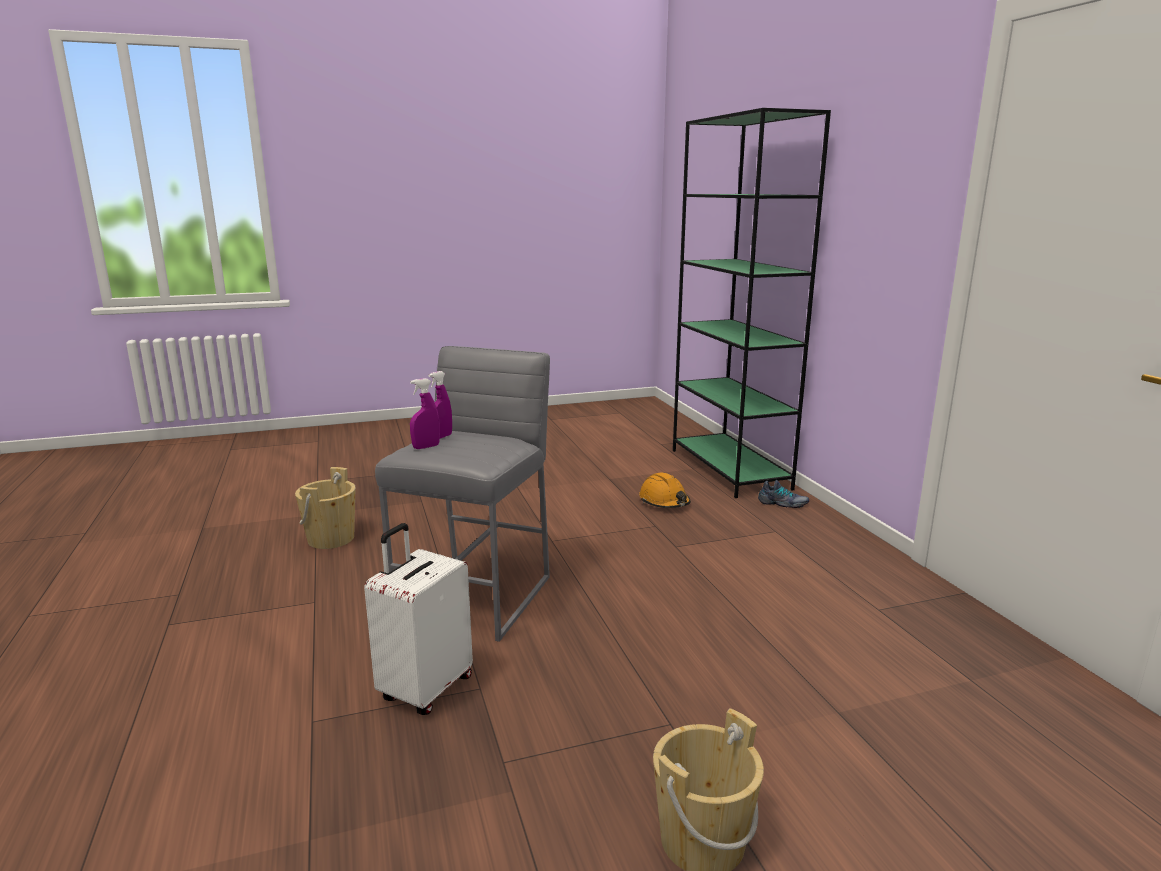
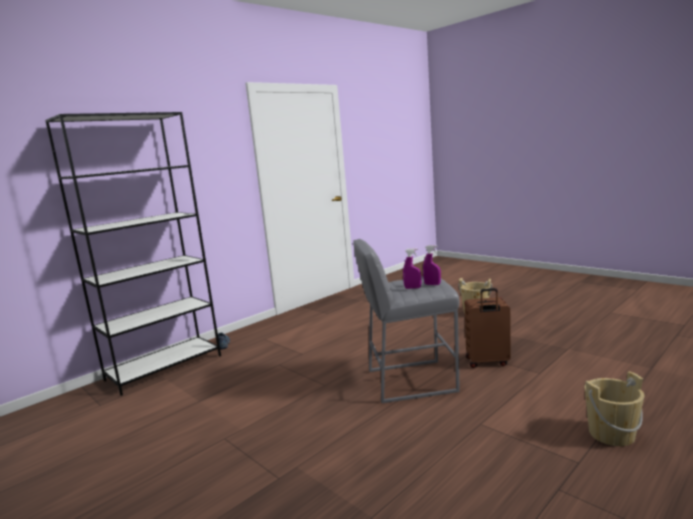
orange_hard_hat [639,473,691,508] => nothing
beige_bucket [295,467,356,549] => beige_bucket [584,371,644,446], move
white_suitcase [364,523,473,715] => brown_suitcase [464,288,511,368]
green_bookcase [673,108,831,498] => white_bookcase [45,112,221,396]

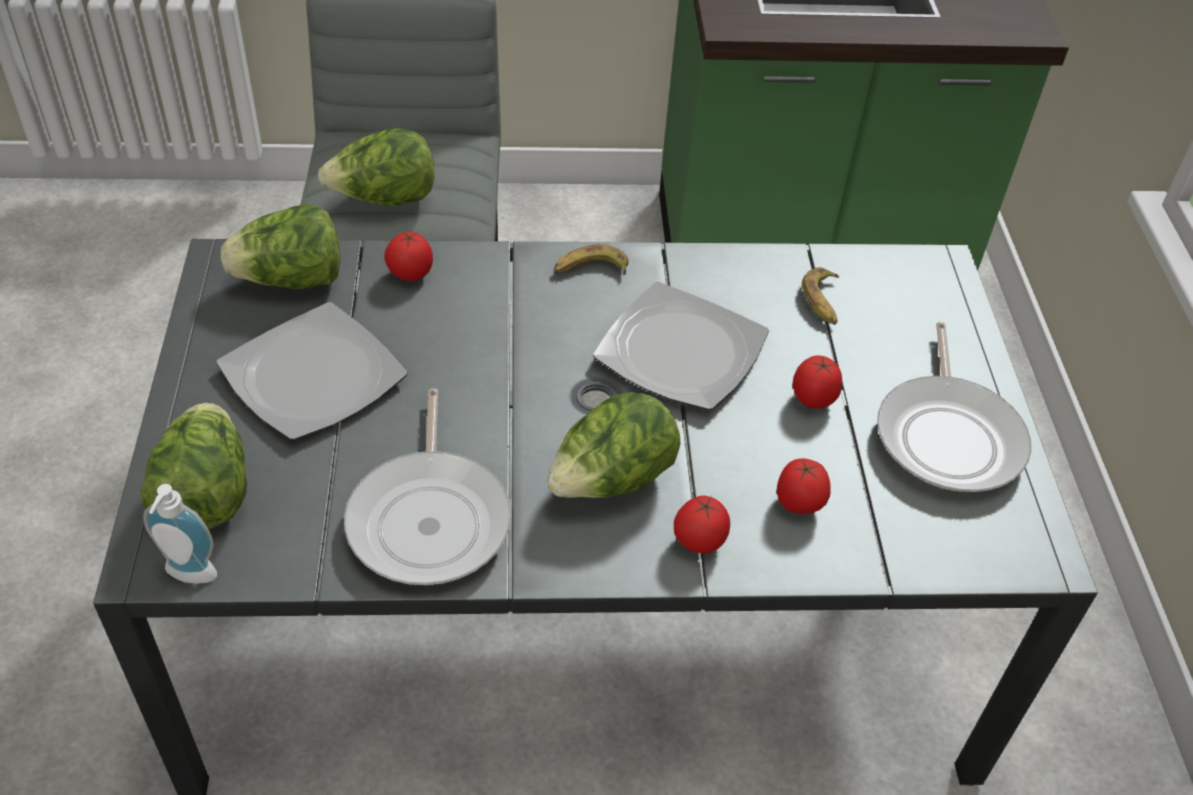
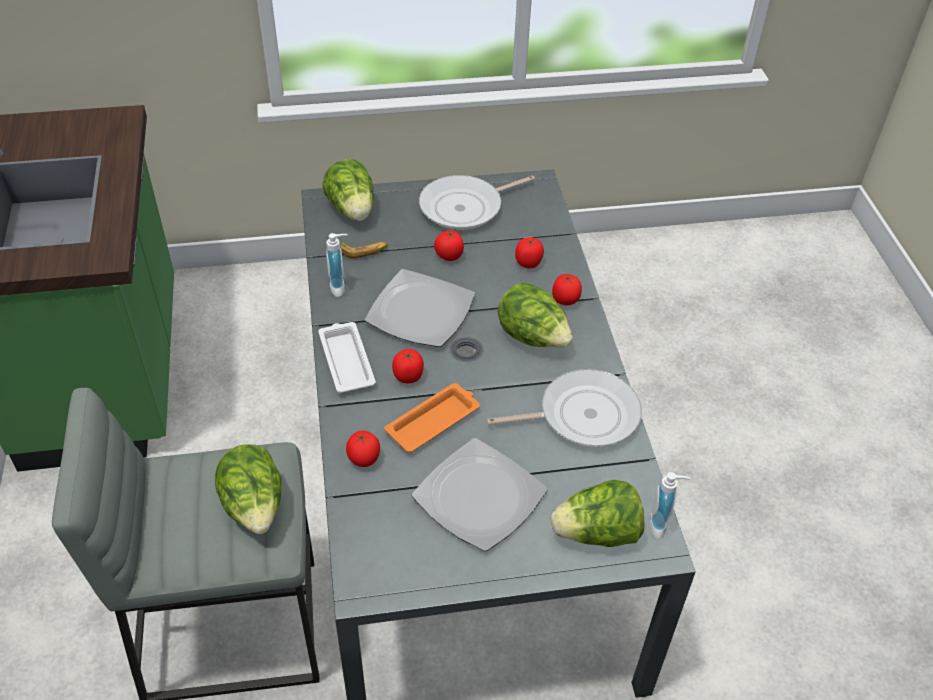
nothing => soap_dispenser [326,233,347,297]
nothing => orange_tray [384,383,480,453]
nothing => tomato [392,349,424,383]
lettuce [221,204,340,289] => lettuce [322,159,374,221], move
banana [554,244,629,275] => white_tray [318,322,376,393]
frying_pan [877,322,1031,492] => frying_pan [419,175,535,230], 150 degrees clockwise

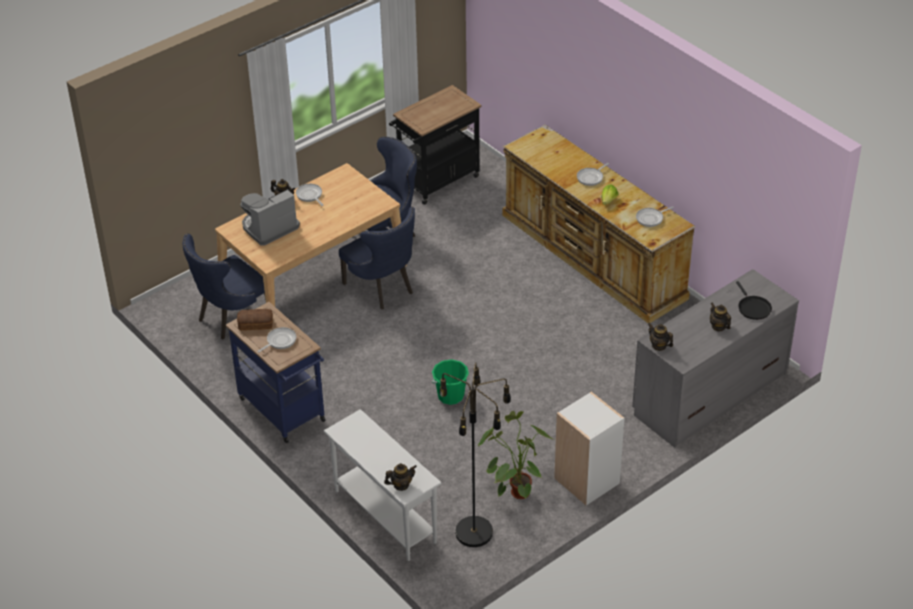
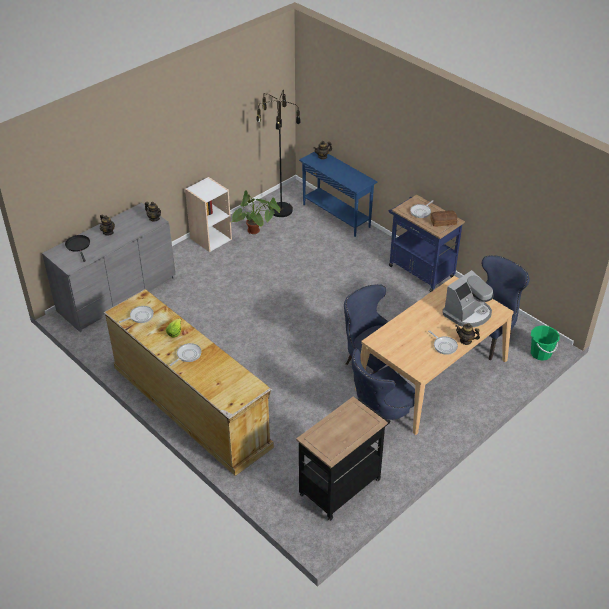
green_bucket [432,359,469,405] => green_bucket [531,325,560,361], move
white_console_table [323,409,442,561] => blue_console_table [299,151,377,237]

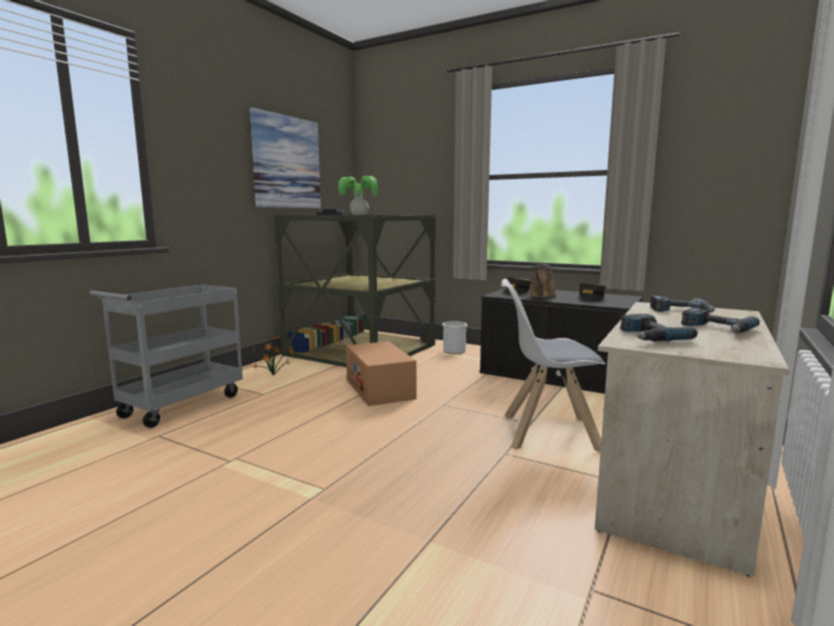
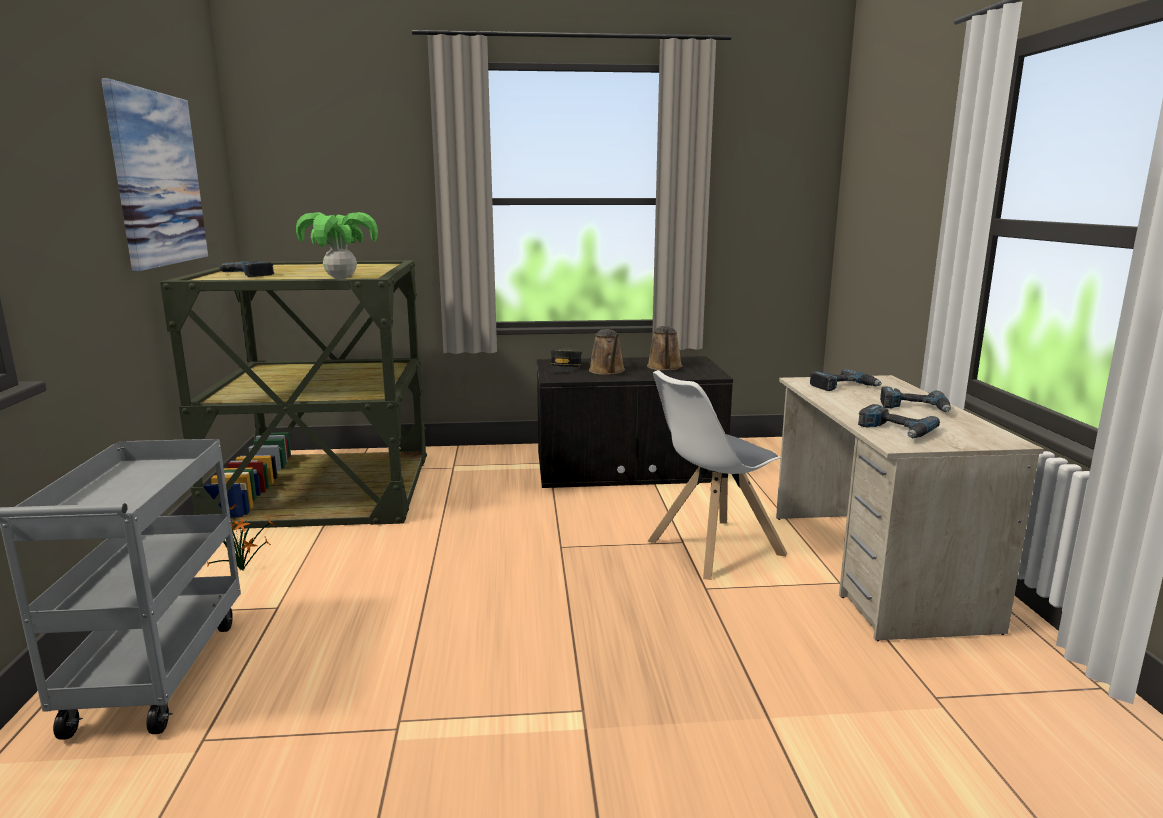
cardboard_box [346,341,416,406] => nothing
bucket [442,321,467,354] => nothing
grey_cap [577,283,606,300] => brown_watering_can [647,326,683,371]

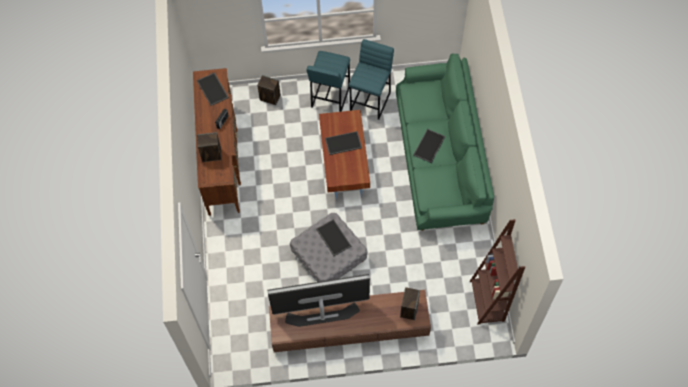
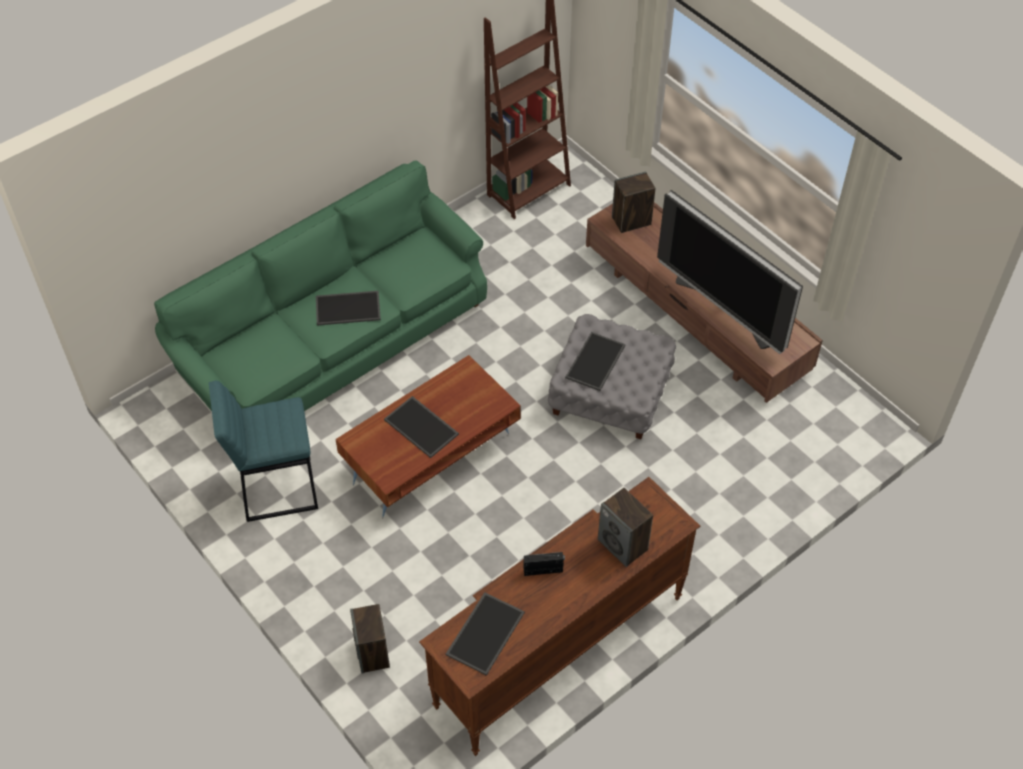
turquoise_stool [306,51,350,112] => nothing

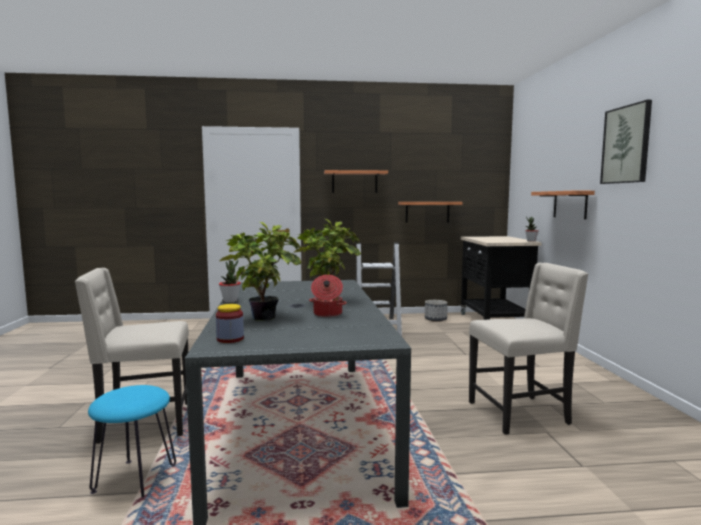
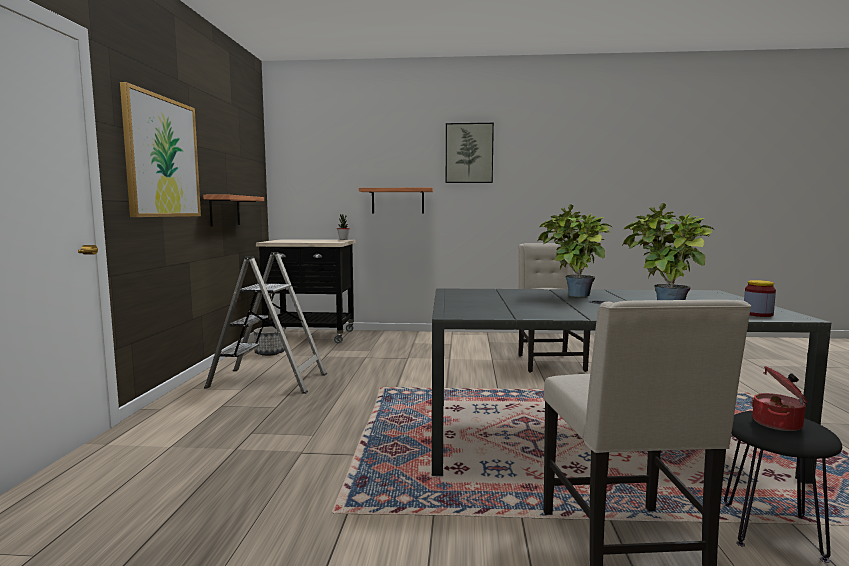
potted_plant [219,260,241,302] => nothing
cooking_pot [309,275,347,317] => cooking_pot [751,366,808,431], move
shelf [324,170,388,193] => picture [120,82,201,217]
turquoise_stool [88,385,176,498] => black_stool [724,411,842,563]

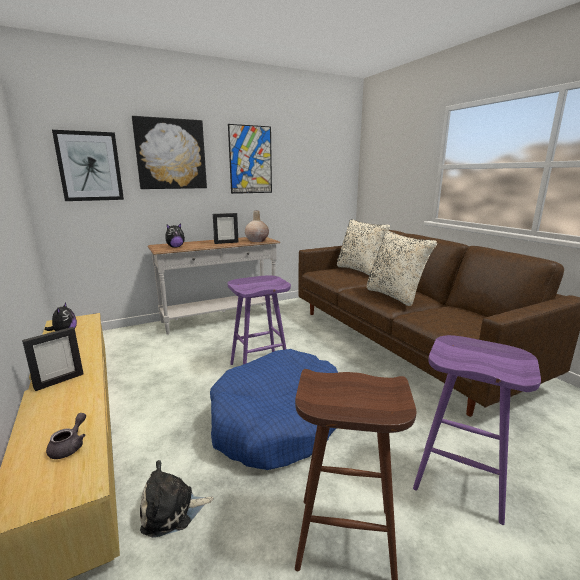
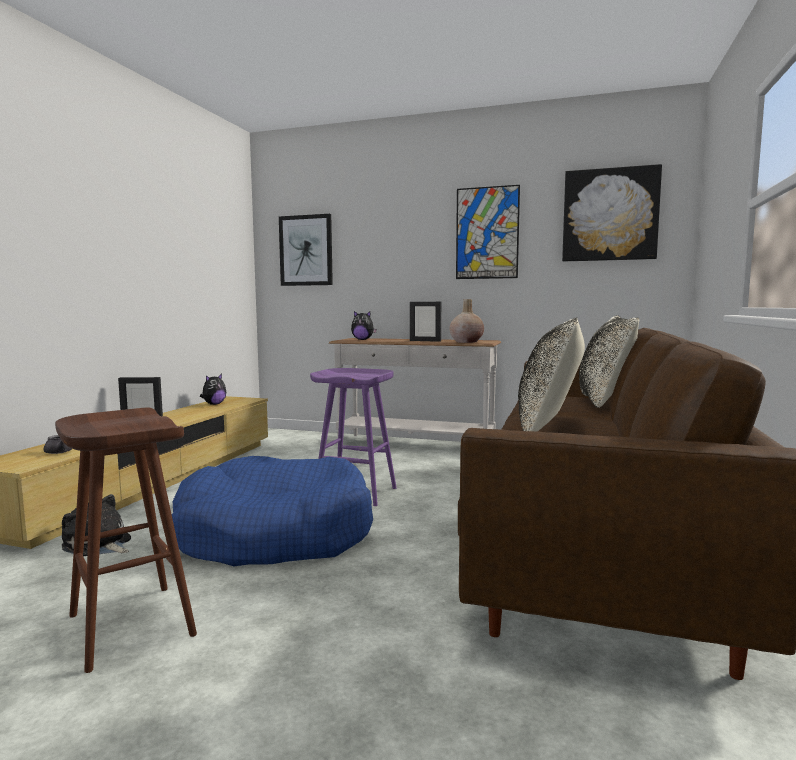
purple_stool [413,335,541,525] => nothing
picture [132,116,207,189] => picture [562,164,662,261], move

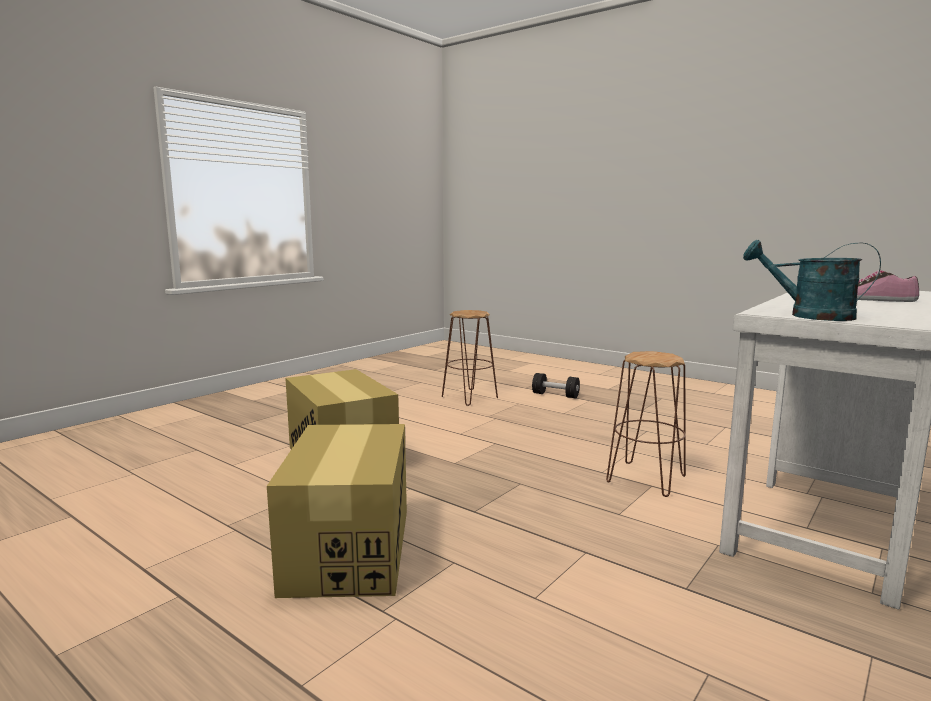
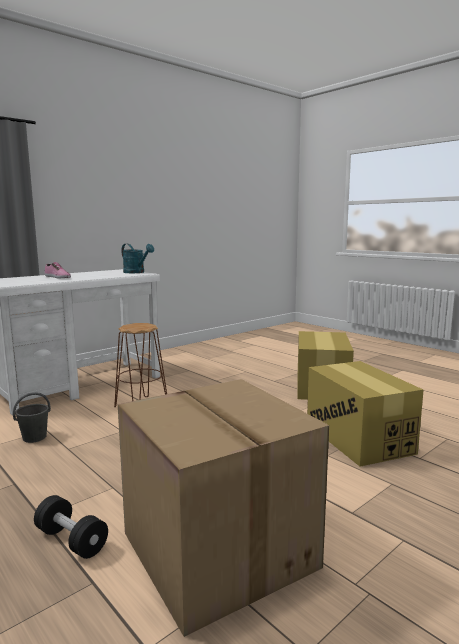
nothing => grey_bucket [13,392,51,443]
brown_stool [442,310,498,406] => cardboard_box [118,379,329,637]

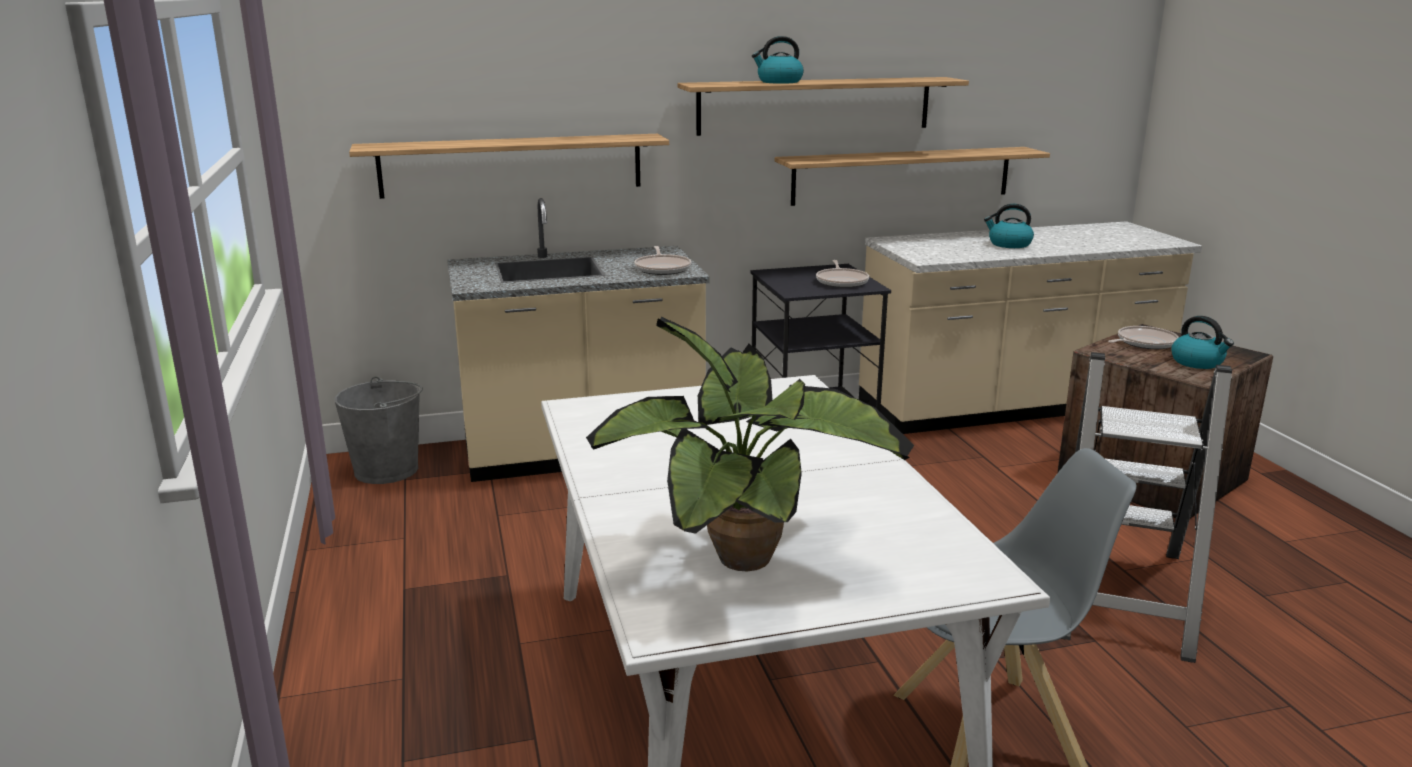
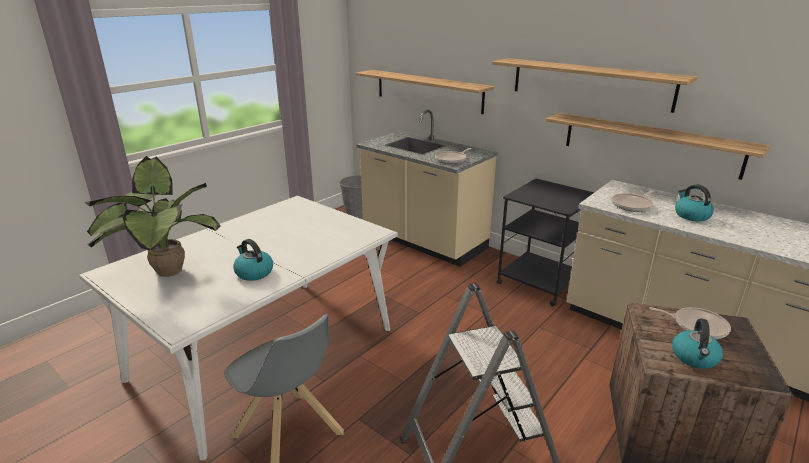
kettle [752,36,804,84] => kettle [233,239,273,281], move
frying_pan [816,260,869,288] => frying_pan [611,190,655,212], move

